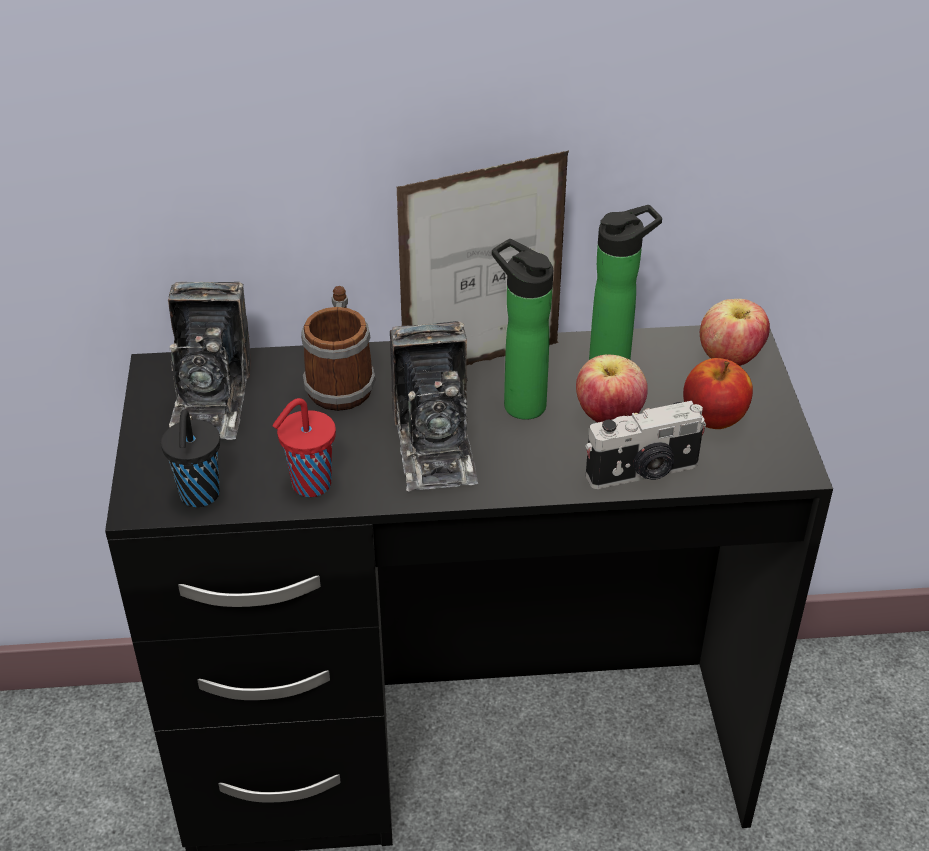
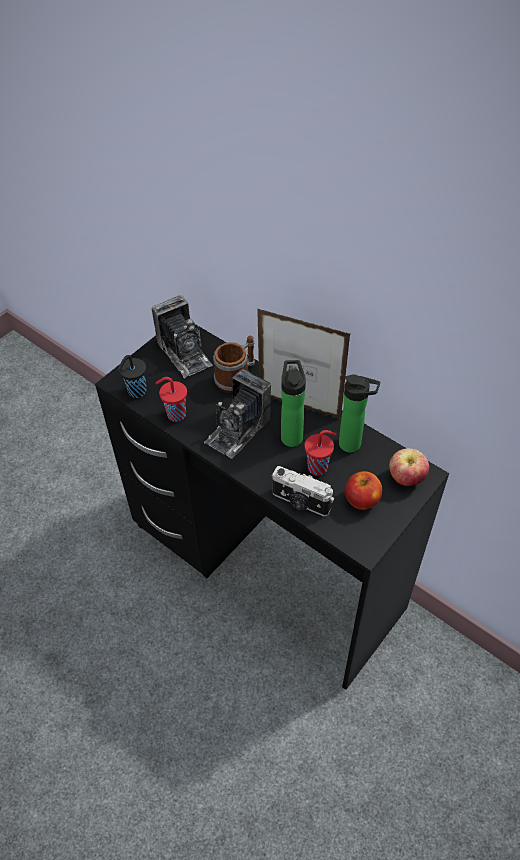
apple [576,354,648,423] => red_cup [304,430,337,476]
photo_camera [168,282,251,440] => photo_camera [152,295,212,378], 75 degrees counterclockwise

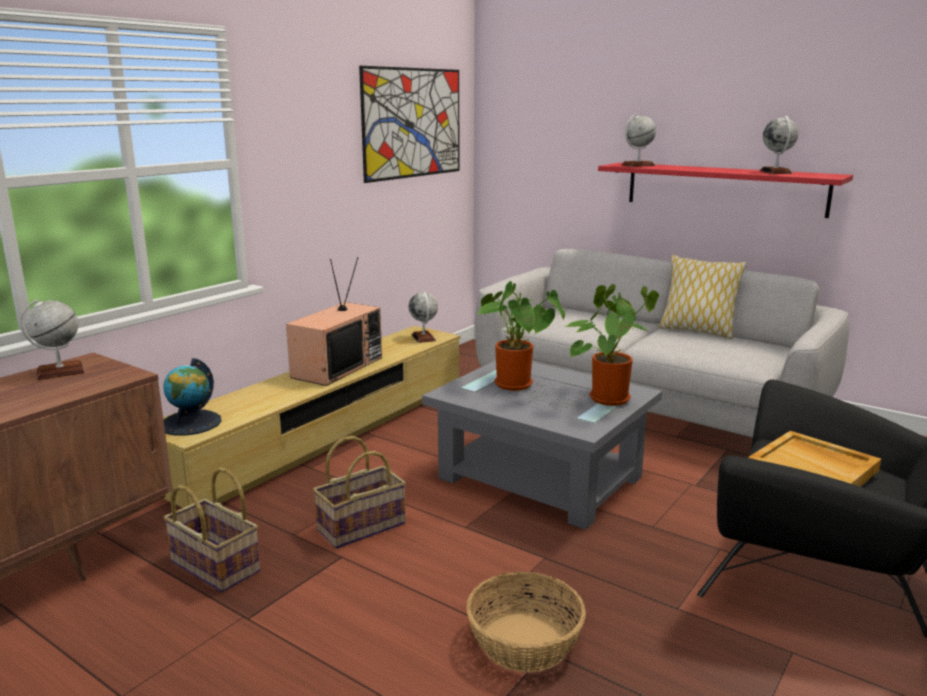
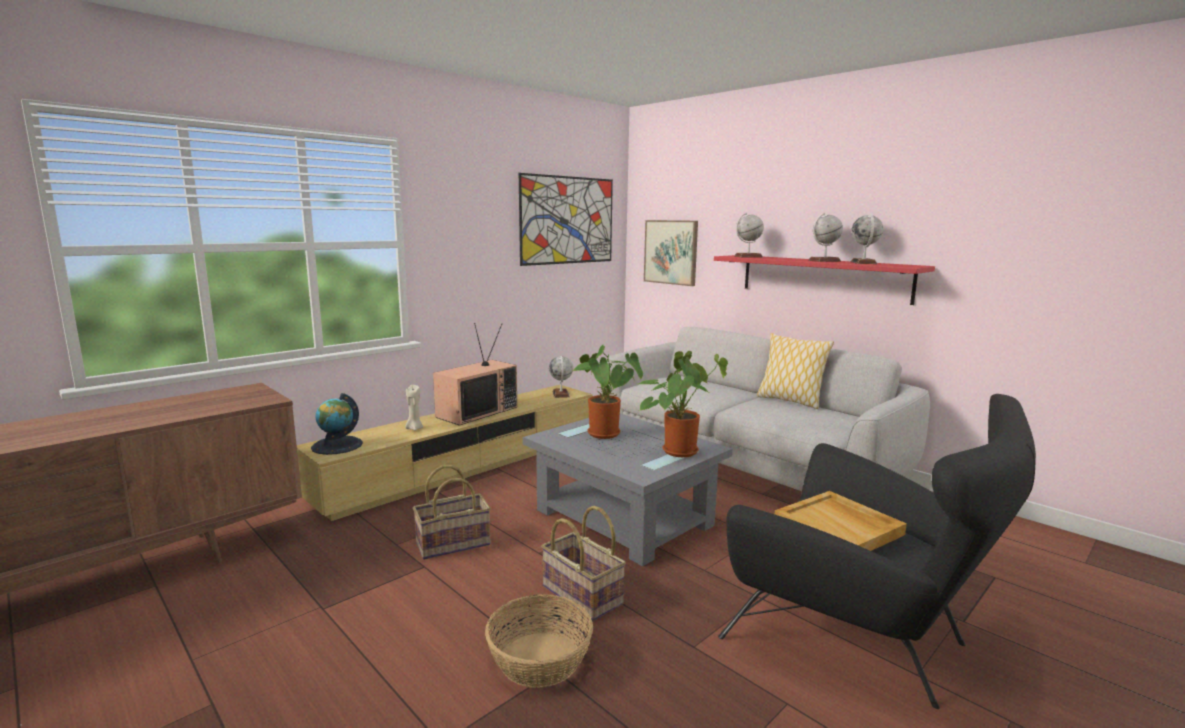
nothing => beige_candle [405,385,423,431]
nothing => picture [644,220,698,286]
globe [21,300,85,380] => globe [808,213,843,262], move
basket [164,468,261,592] => basket [541,506,626,621], move

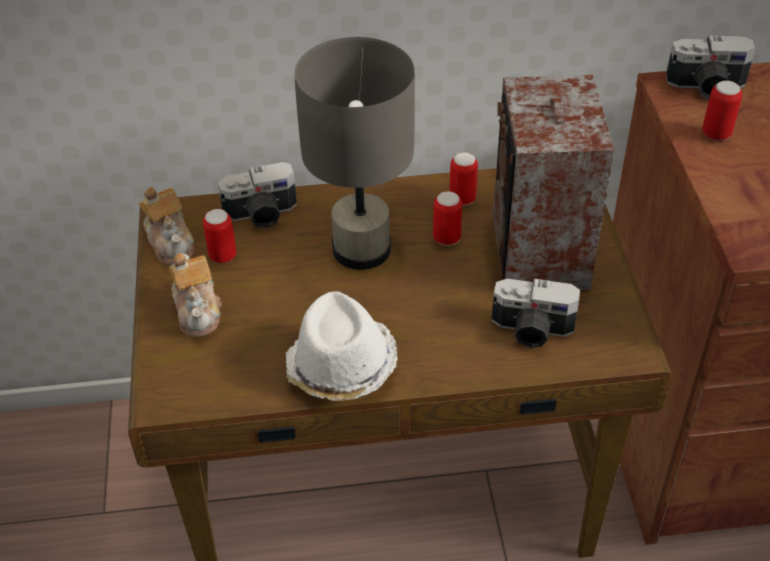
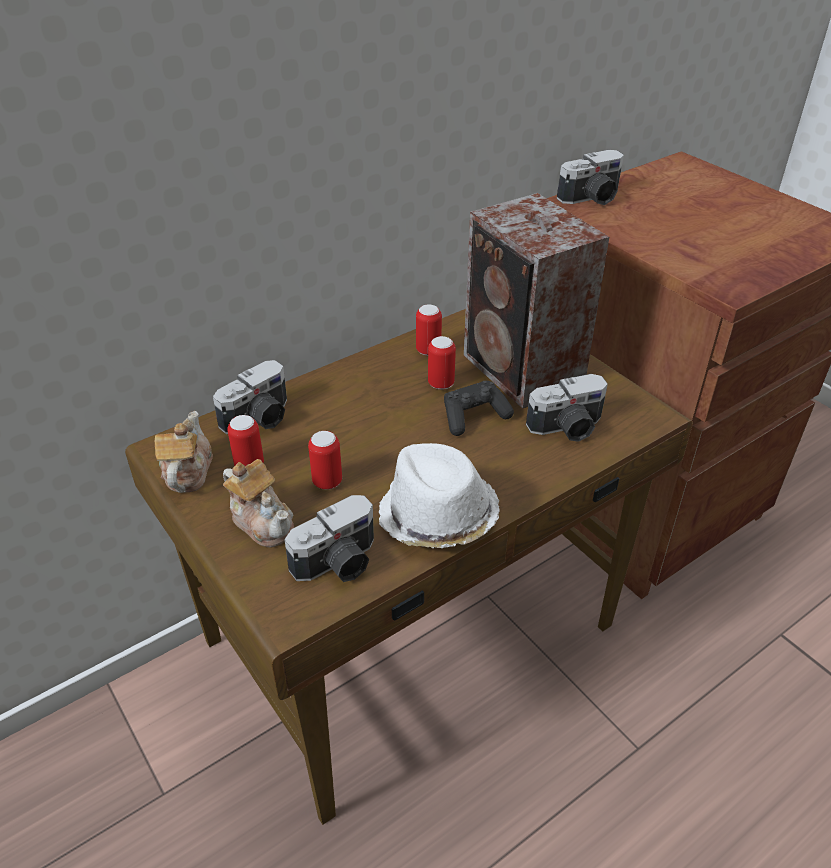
grey_table_lamp [294,37,415,270] => nothing
nothing => photo_camera [284,495,374,582]
nothing => black_game_controller [444,381,514,436]
can [702,81,742,141] => can [308,431,342,490], move
teapot [139,187,194,265] => teapot [155,411,213,493], 120 degrees counterclockwise

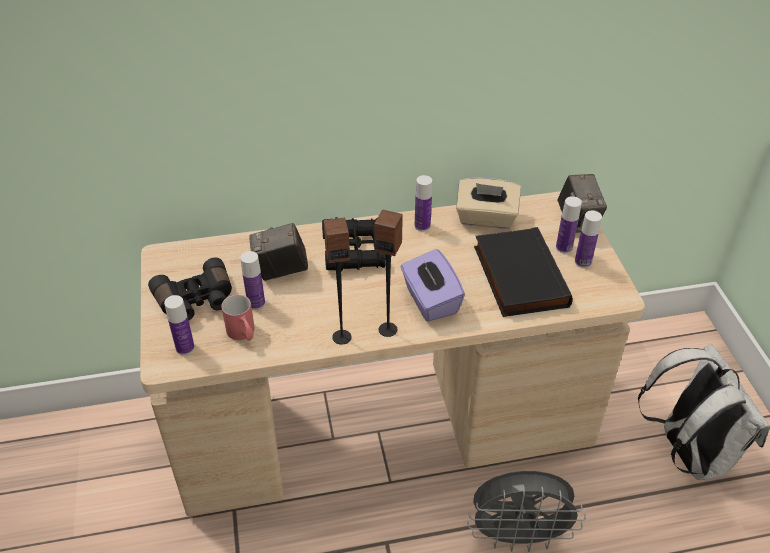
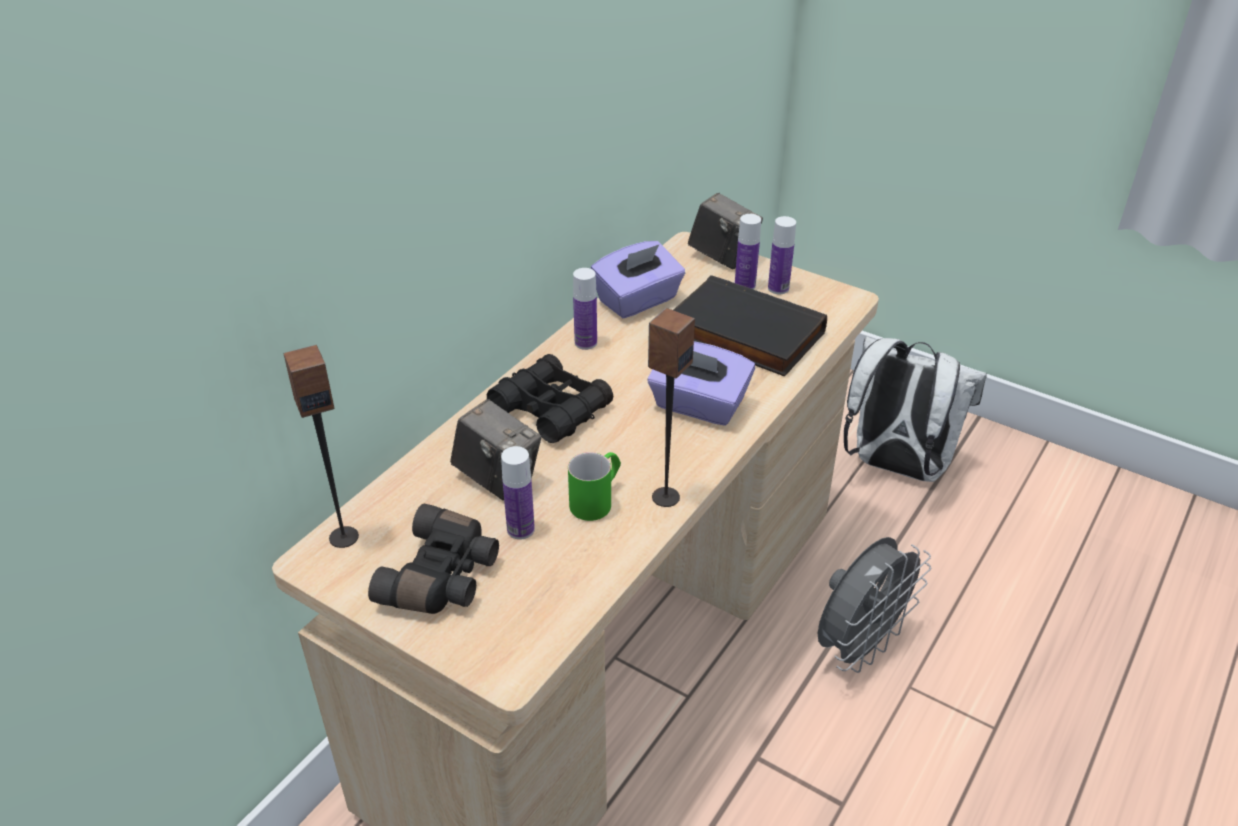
bottle [164,295,195,355] => nothing
red_mug [221,295,255,341] => nothing
nothing => green_mug [568,452,621,521]
speaker [374,209,403,337] => speaker [284,345,359,548], move
beige_tissue_box [456,178,521,229] => purple_tissue_box [590,241,685,318]
photo_camera [249,223,308,281] => photo_camera [450,399,541,501], 90 degrees counterclockwise

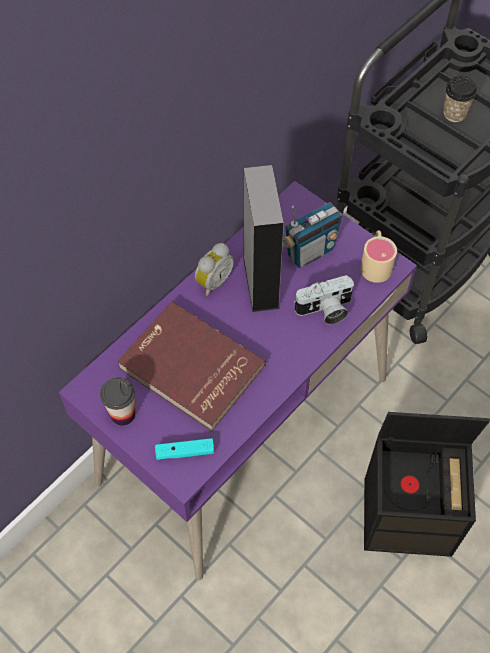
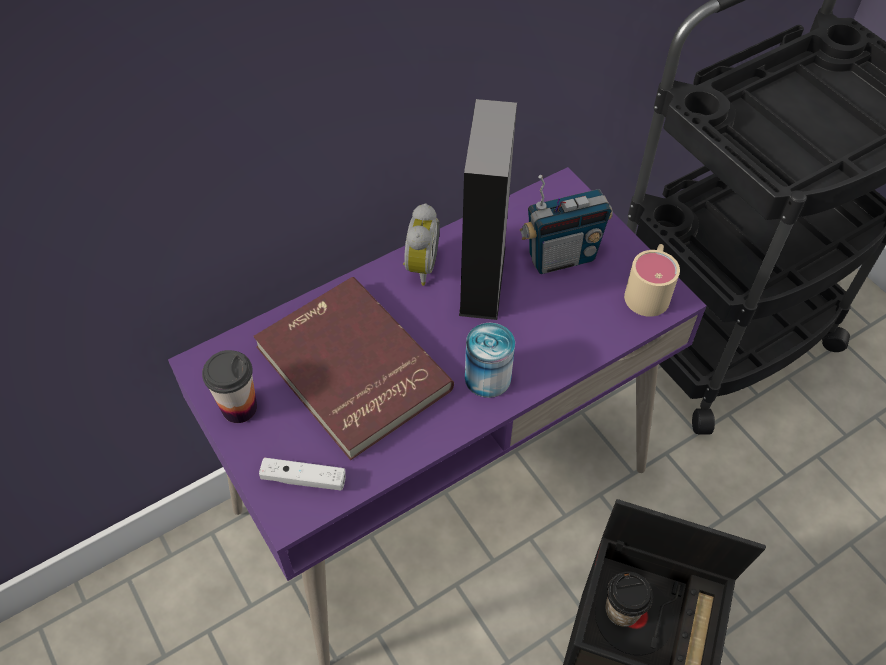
photo_camera [294,275,354,324] => nothing
nothing => can [465,323,515,398]
cup [443,76,477,122] => cup [605,571,653,627], move
turquoise_game_controller [155,438,214,460] => white_game_controller [259,457,345,491]
alarm_clock [195,243,234,296] => alarm_clock [403,203,440,286], 45 degrees counterclockwise

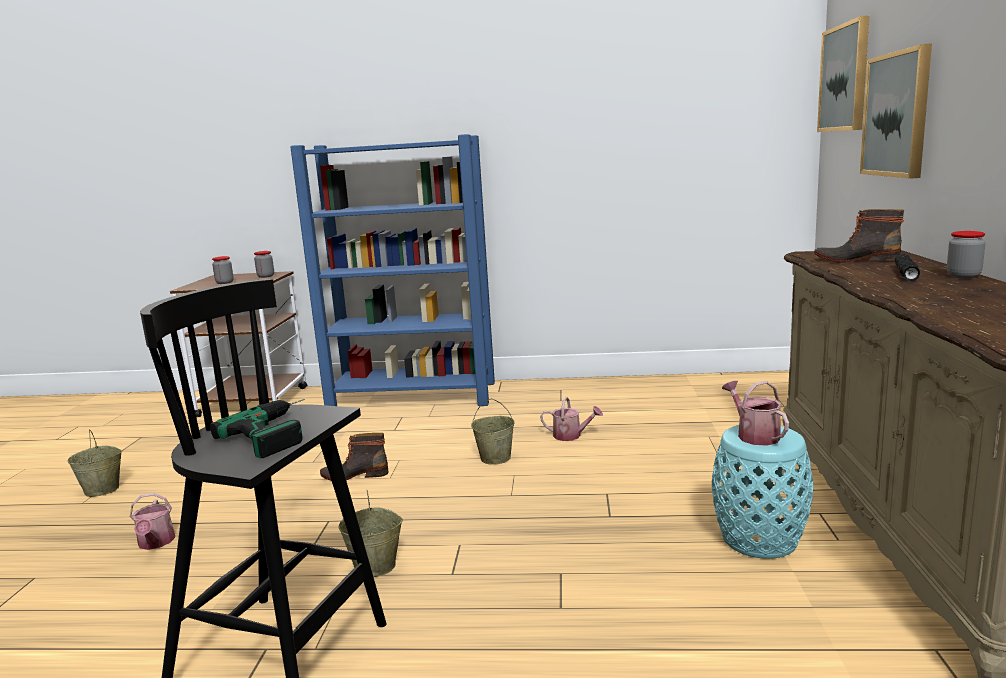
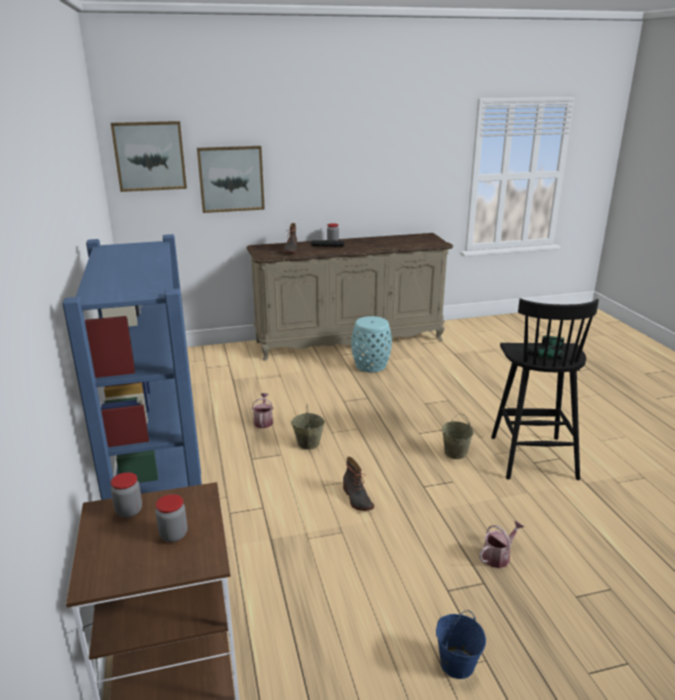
watering_can [722,381,789,446] => nothing
beige_bucket [67,429,122,497] => blue_bucket [436,610,486,679]

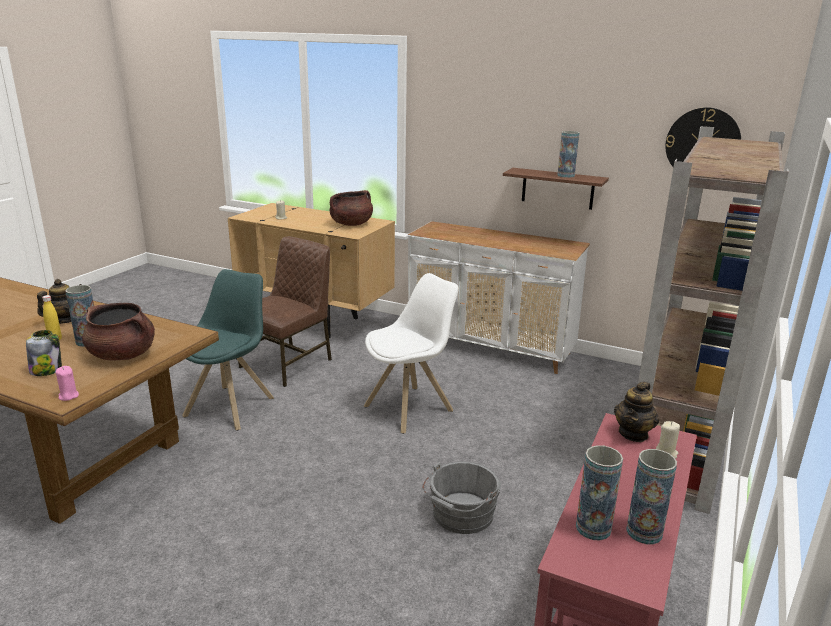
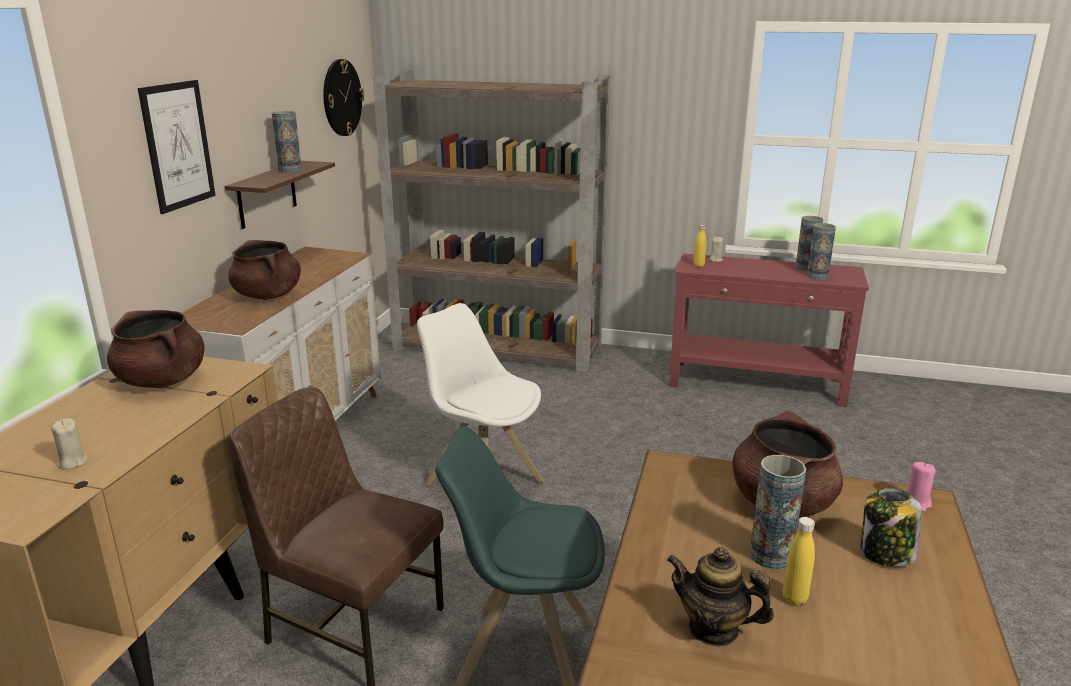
grey_bucket [423,461,501,534] => nothing
nothing => picture [138,80,216,214]
nothing => brown_cooking_pot [228,240,301,300]
teapot [614,382,659,442] => yellow_bottle [694,225,706,267]

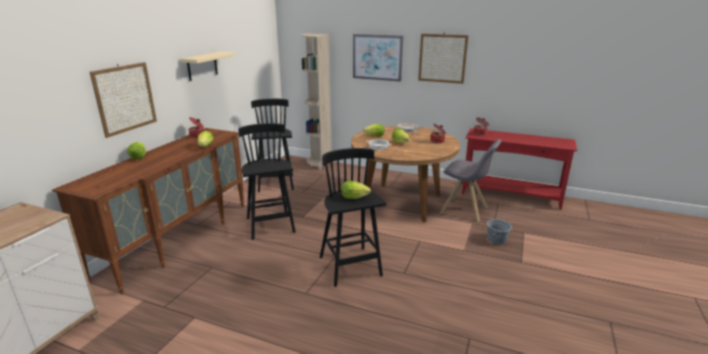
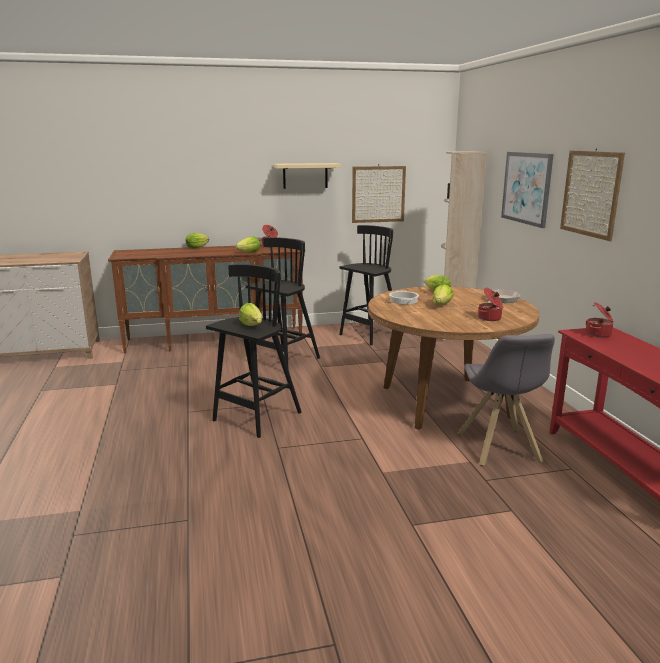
grey_bucket [487,214,512,244] => nothing
picture [90,62,157,138] => picture [352,164,406,223], move

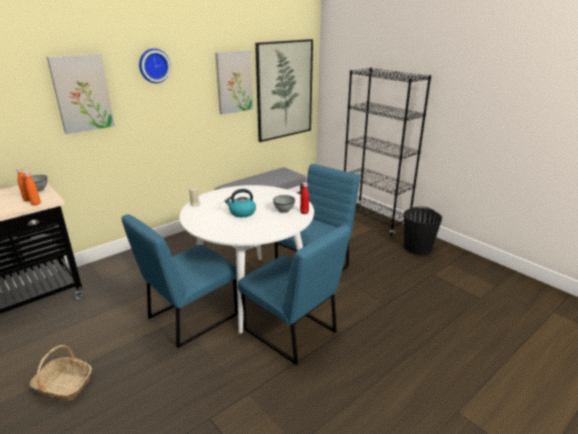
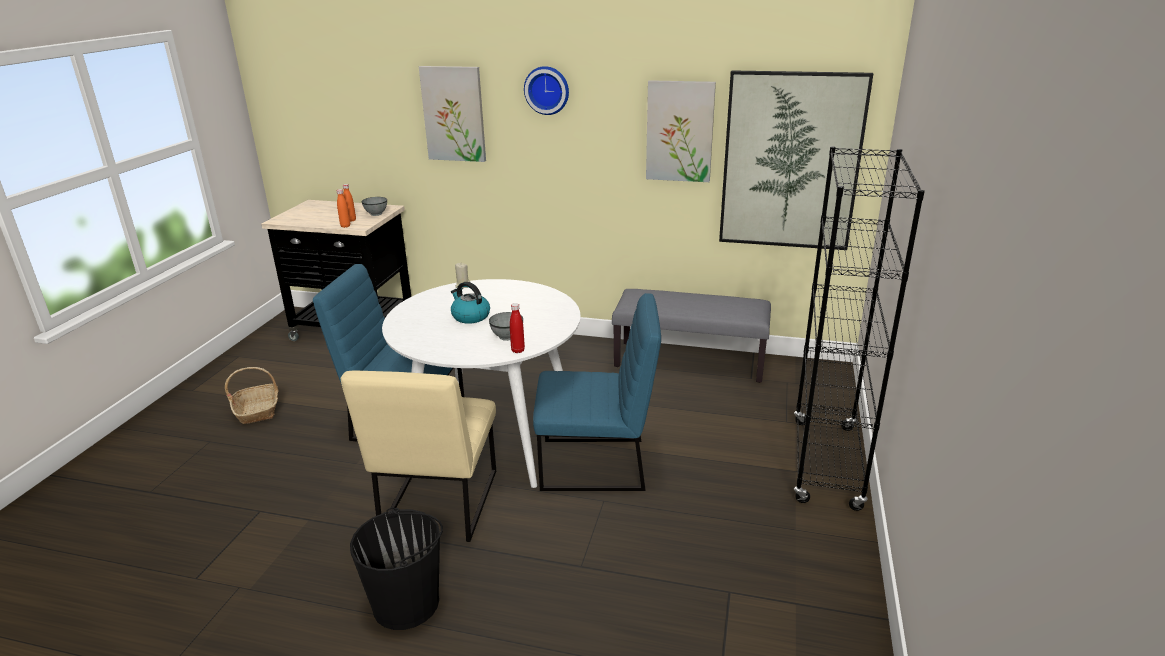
black_bucket [404,206,442,255] => black_bucket [350,508,443,630], move
blue_chair [238,225,351,365] => beige_chair [341,371,496,542]

